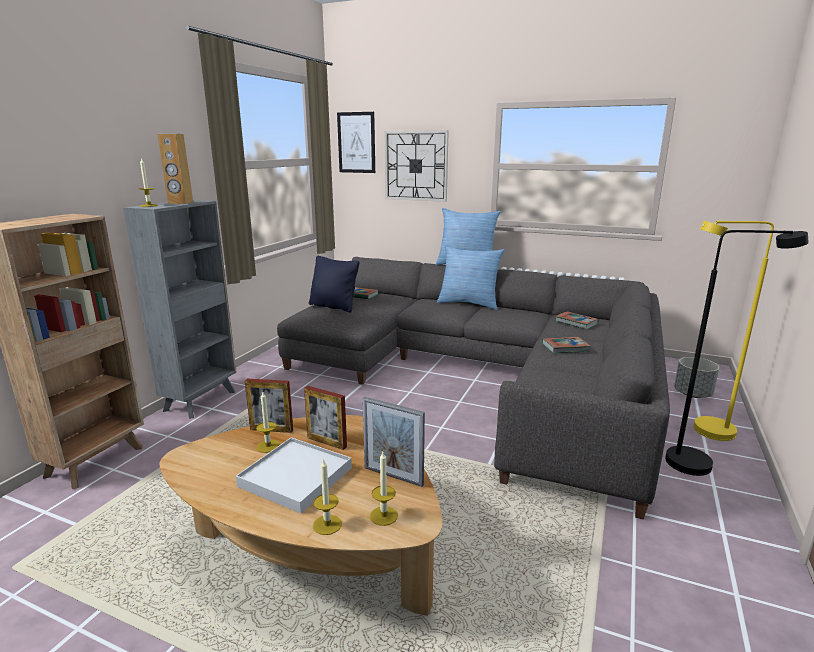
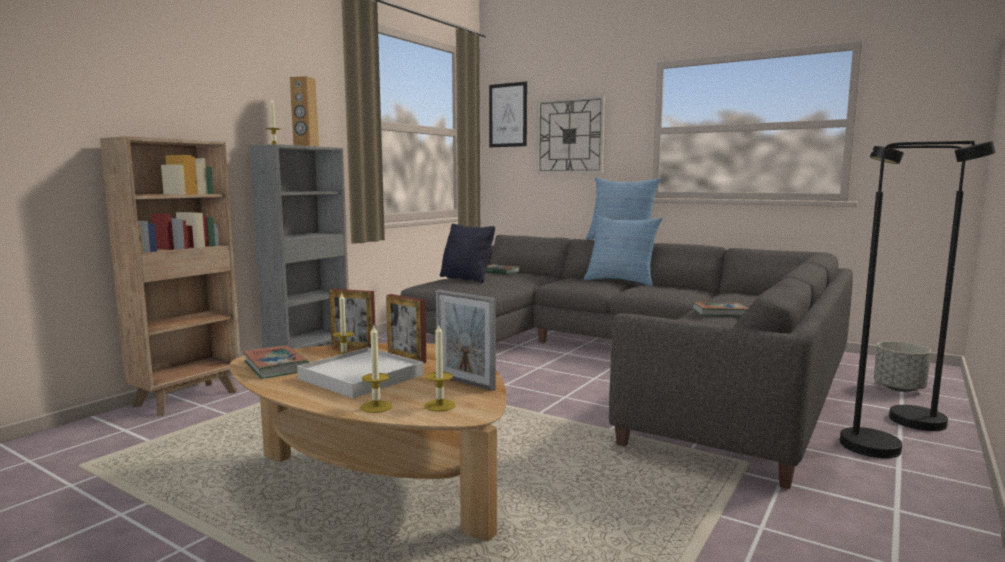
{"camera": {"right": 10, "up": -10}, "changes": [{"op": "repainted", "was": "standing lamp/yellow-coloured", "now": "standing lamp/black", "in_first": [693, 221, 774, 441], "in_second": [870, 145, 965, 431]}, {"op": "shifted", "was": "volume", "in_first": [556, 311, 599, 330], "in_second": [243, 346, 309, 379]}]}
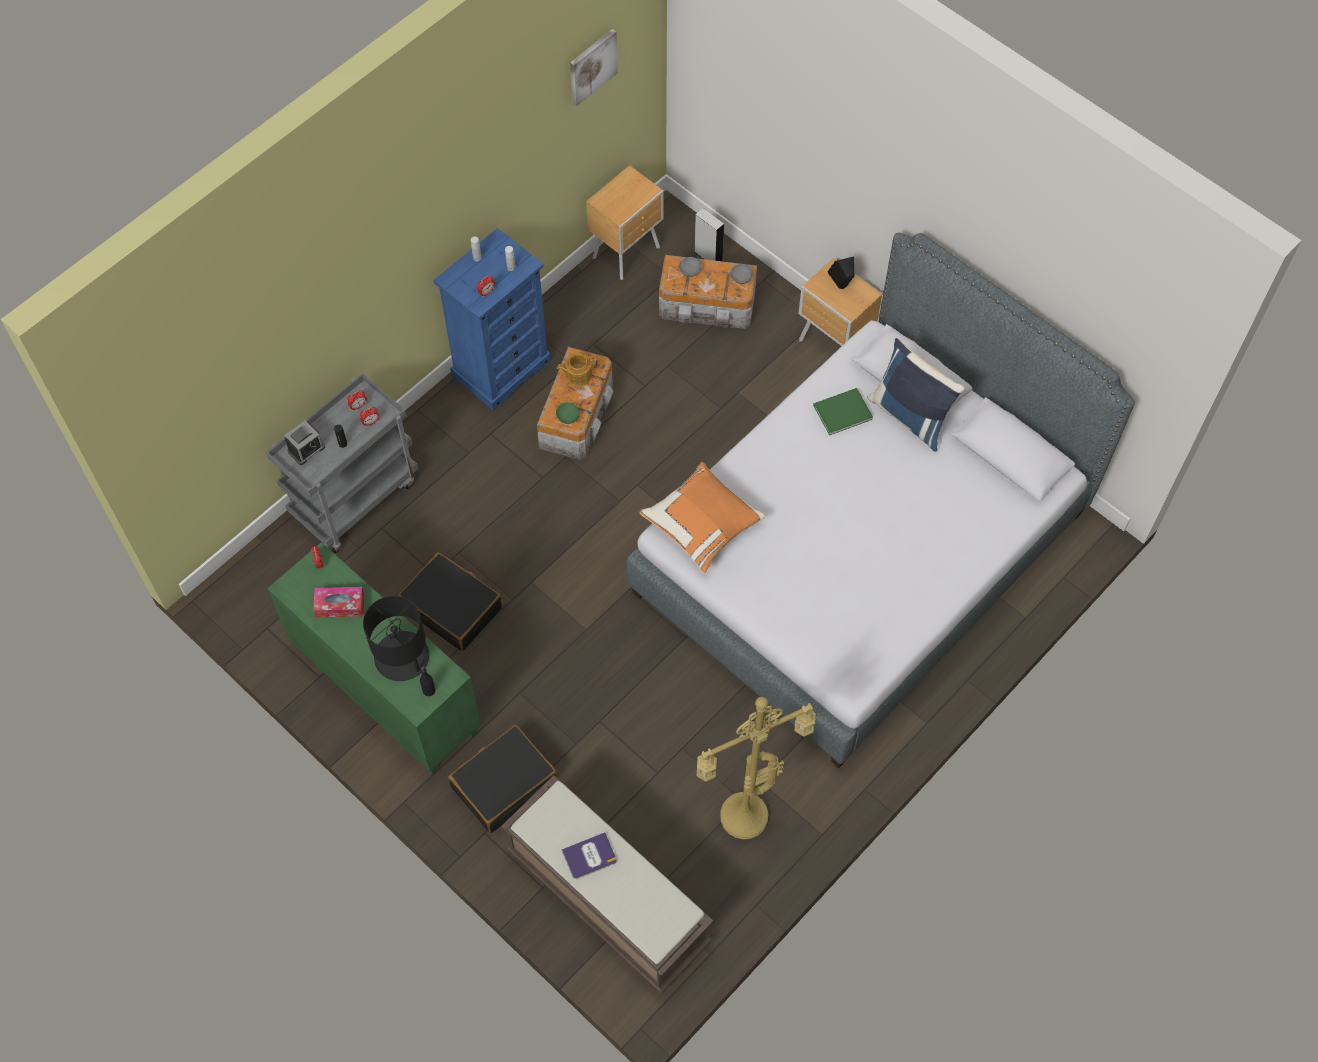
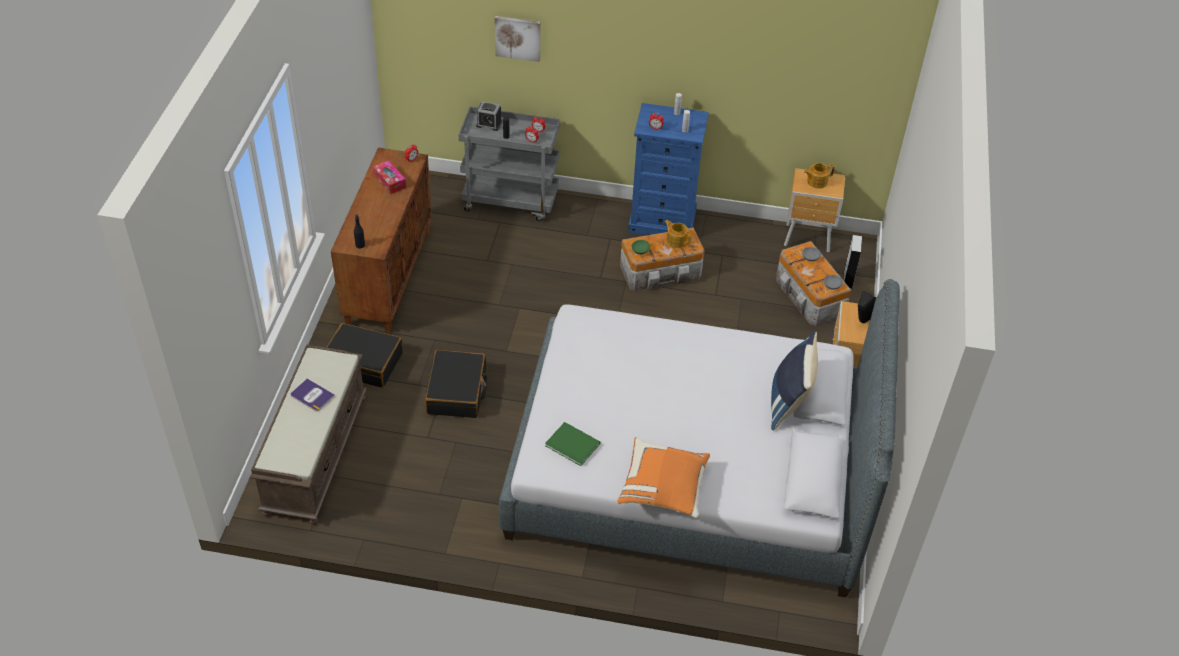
{"camera": {"right": 55, "up": -15}, "changes": [{"op": "shifted", "was": "picture", "in_first": [570, 29, 618, 106], "in_second": [495, 16, 540, 62]}, {"op": "shifted", "was": "volume/green-coloured", "in_first": [813, 388, 873, 435], "in_second": [545, 422, 600, 466]}, {"op": "shifted", "was": "pillow/orange-coloured", "in_first": [639, 462, 765, 573], "in_second": [617, 437, 710, 518]}, {"op": "repainted", "was": "storage cabinet/green-coloured", "now": "storage cabinet/brown", "in_first": [267, 542, 481, 775], "in_second": [331, 148, 432, 333]}, {"op": "shifted", "was": "piece of luggage/black", "in_first": [398, 552, 502, 651], "in_second": [425, 350, 487, 418]}, {"op": "gone", "was": "table lamp/black", "in_first": [363, 596, 429, 681]}, {"op": "gone", "was": "standing lamp/yellow-coloured", "in_first": [697, 697, 816, 840]}, {"op": "new", "now": "pot for tea", "in_second": [804, 163, 835, 189]}]}
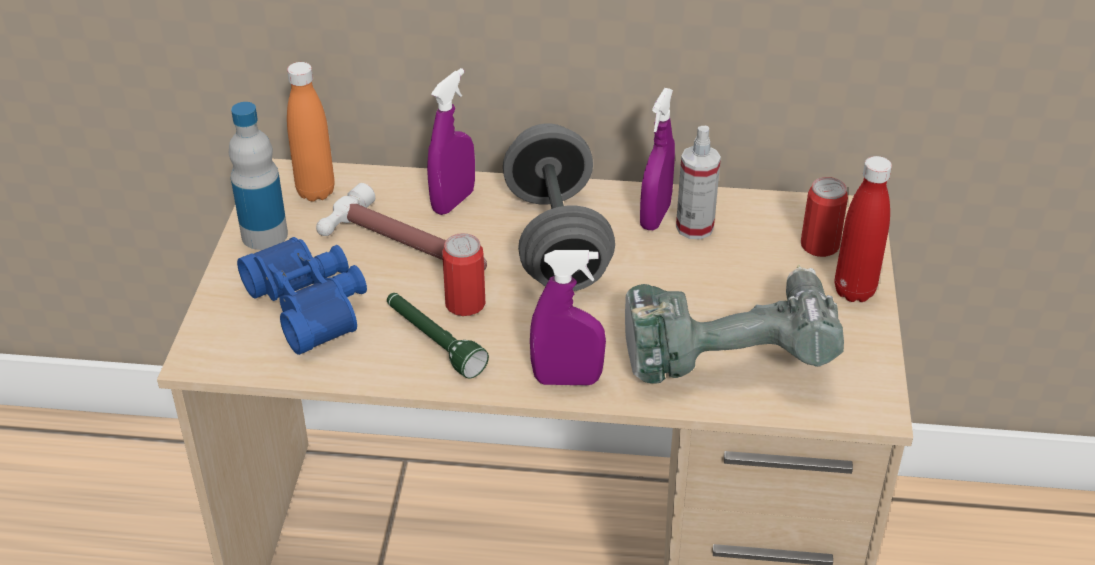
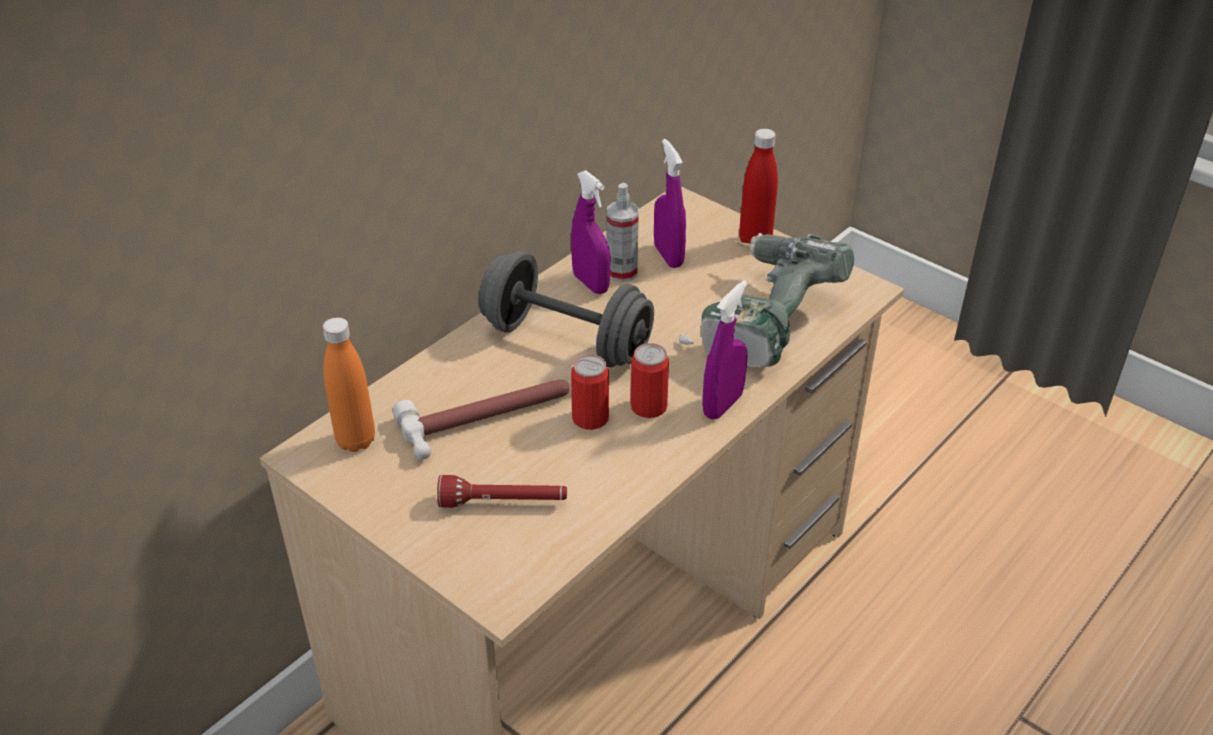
{"camera": {"right": -55, "up": 0}, "changes": [{"op": "shifted", "was": "spray bottle/purple-coloured", "in_first": [427, 68, 475, 215], "in_second": [654, 139, 686, 268]}, {"op": "gone", "was": "bottle", "in_first": [229, 102, 288, 250]}, {"op": "shifted", "was": "sealed can", "in_first": [801, 177, 848, 257], "in_second": [631, 343, 669, 418]}, {"op": "swapped", "was": "field glasses/blue-coloured", "now": "torch/reddish", "in_first": [237, 237, 367, 355], "in_second": [437, 475, 567, 508]}, {"op": "gone", "was": "torch/green-coloured", "in_first": [387, 293, 489, 379]}]}
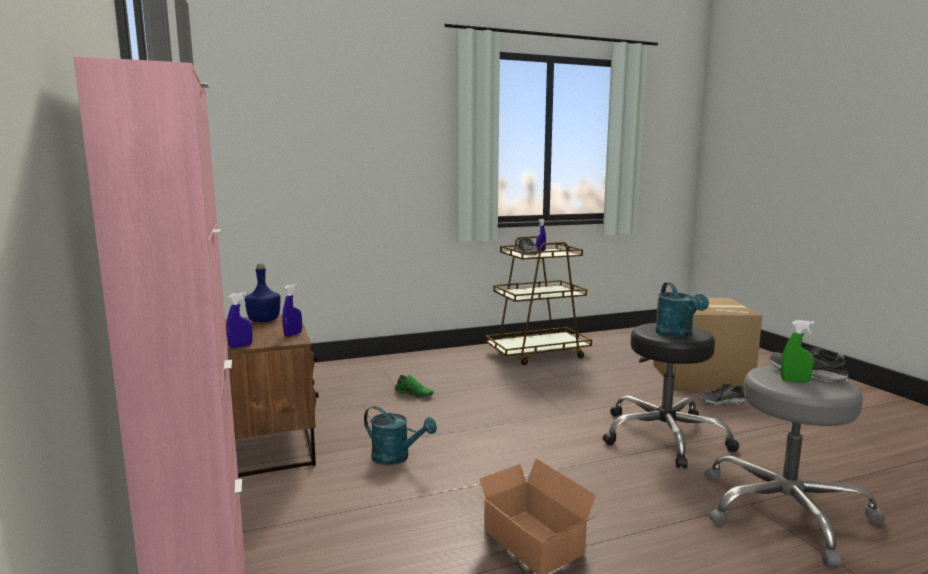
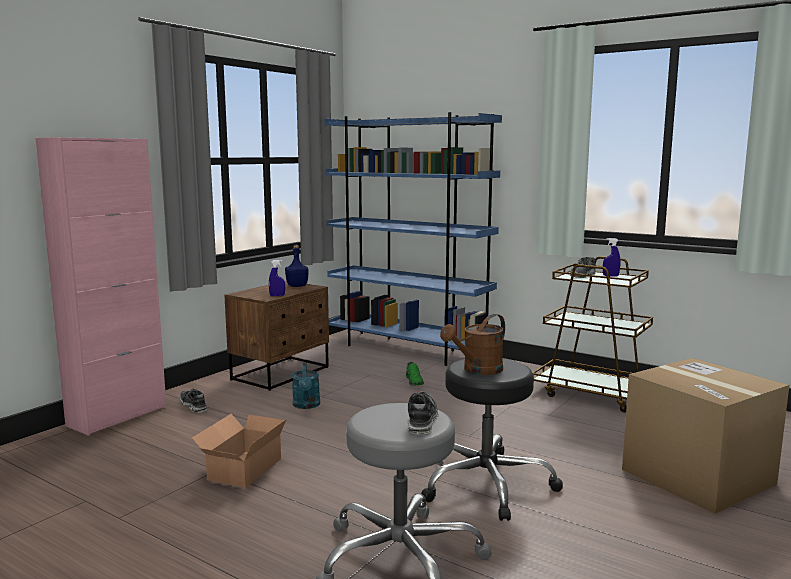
{"camera": {"right": 55, "up": 0}, "changes": [{"op": "repainted", "was": "watering pot/blue-green", "now": "watering pot/brown", "in_first": [656, 282, 709, 338], "in_second": [440, 314, 505, 375]}, {"op": "gone", "was": "spray bottle/blue-coloured", "in_first": [226, 292, 252, 348]}, {"op": "gone", "was": "spray bottle/green-coloured", "in_first": [781, 320, 814, 383]}, {"op": "shifted", "was": "item of footwear", "in_first": [700, 384, 746, 406], "in_second": [180, 389, 208, 413]}, {"op": "new", "now": "bookcase/blue-coloured", "in_second": [324, 112, 502, 366]}]}
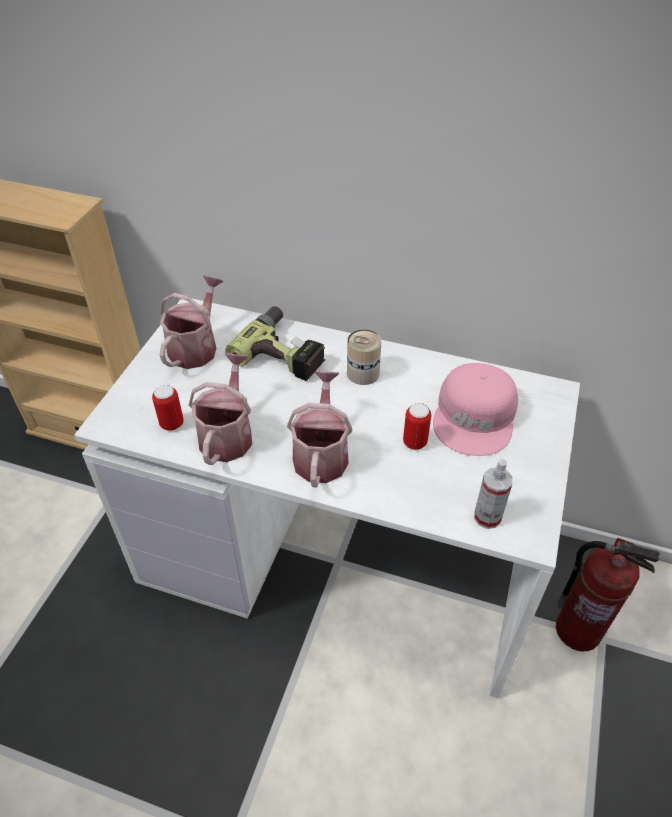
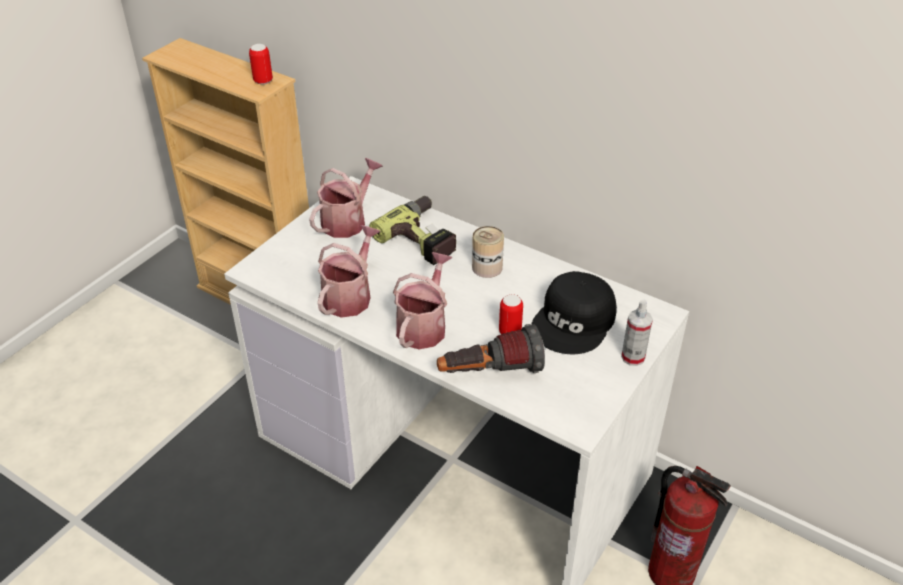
{"camera": {"right": 15, "up": -5}, "changes": [{"op": "repainted", "was": "peaked cap/pink", "now": "peaked cap/black", "in_first": [433, 363, 518, 456], "in_second": [531, 271, 617, 354]}, {"op": "shifted", "was": "sealed can", "in_first": [152, 385, 184, 431], "in_second": [249, 44, 273, 85]}, {"op": "shifted", "was": "spray bottle", "in_first": [474, 459, 513, 529], "in_second": [621, 300, 653, 366]}, {"op": "new", "now": "torch", "in_second": [437, 324, 545, 373]}]}
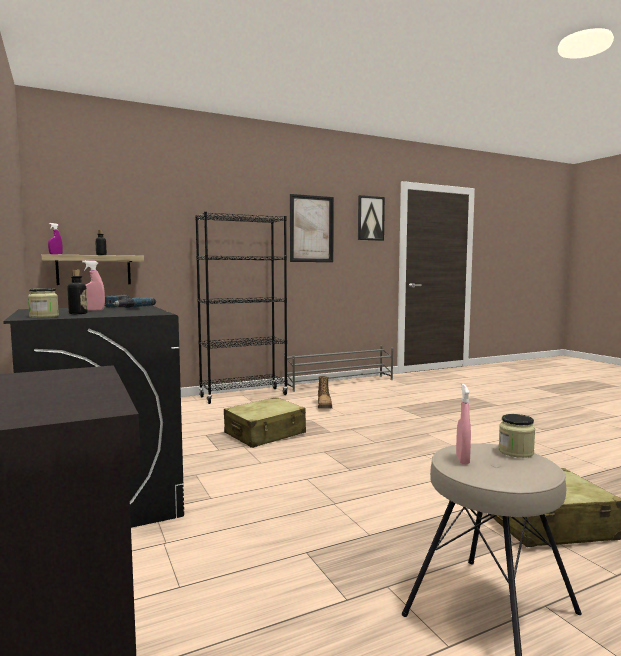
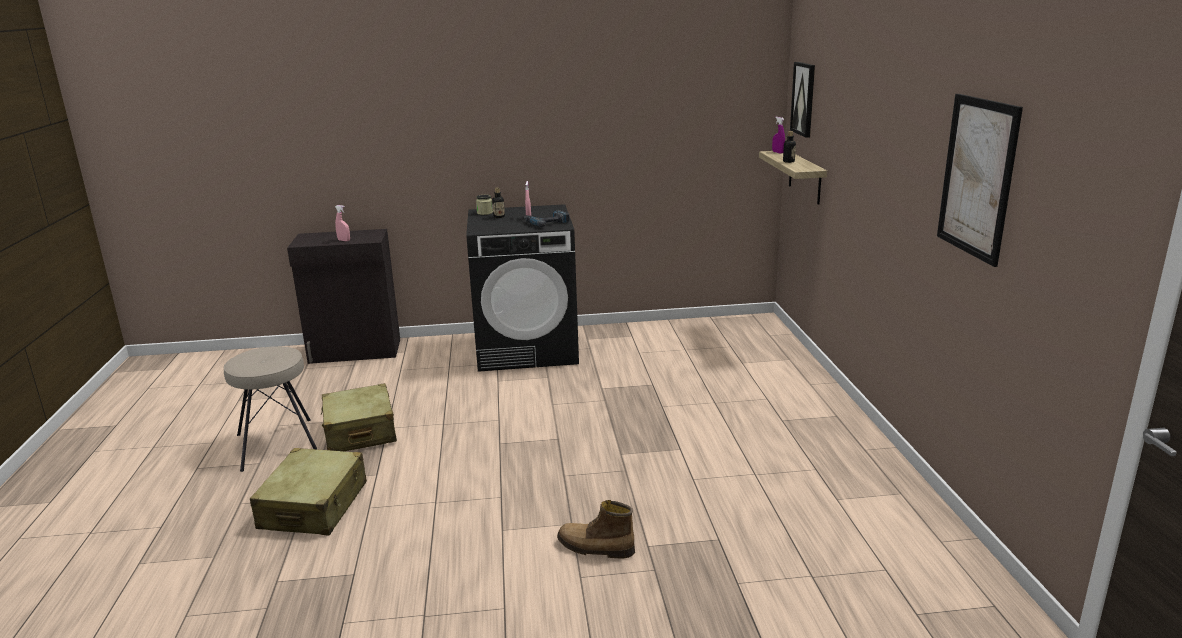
{"camera": {"right": 110, "up": 15}, "changes": [{"op": "shifted", "was": "picture", "in_first": [358, 195, 385, 241], "in_second": [790, 62, 815, 138]}, {"op": "gone", "was": "bookcase/black", "in_first": [195, 212, 288, 404]}, {"op": "gone", "was": "shoe rack/gray", "in_first": [284, 345, 393, 392]}, {"op": "shifted", "was": "tall boot", "in_first": [318, 376, 332, 409], "in_second": [557, 500, 635, 558]}, {"op": "shifted", "was": "spray bottle/pink", "in_first": [456, 384, 471, 465], "in_second": [335, 205, 350, 241]}, {"op": "shifted", "was": "piece of luggage/sand-coloured", "in_first": [224, 397, 306, 448], "in_second": [321, 383, 397, 451]}, {"op": "gone", "was": "jar", "in_first": [498, 414, 535, 458]}]}
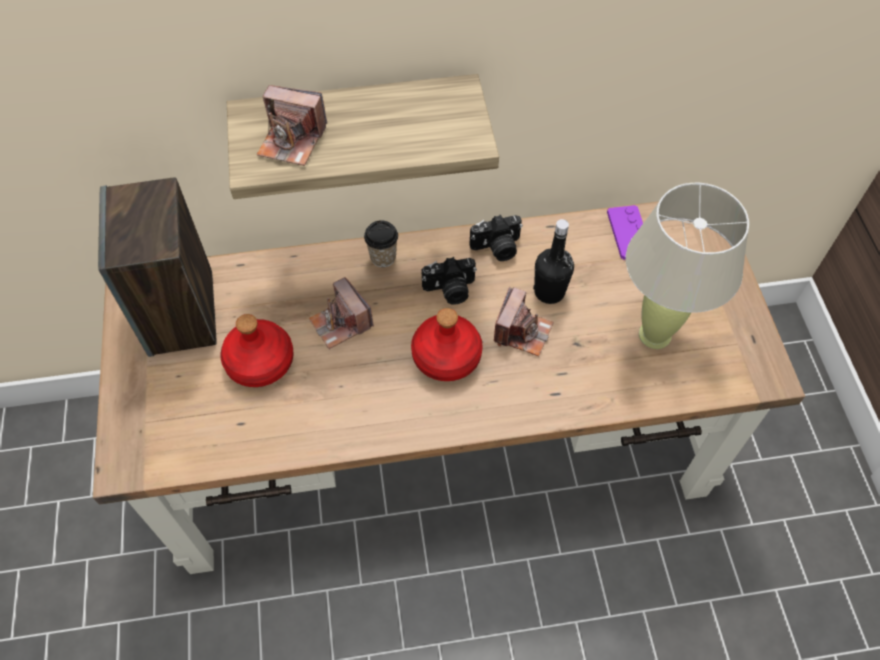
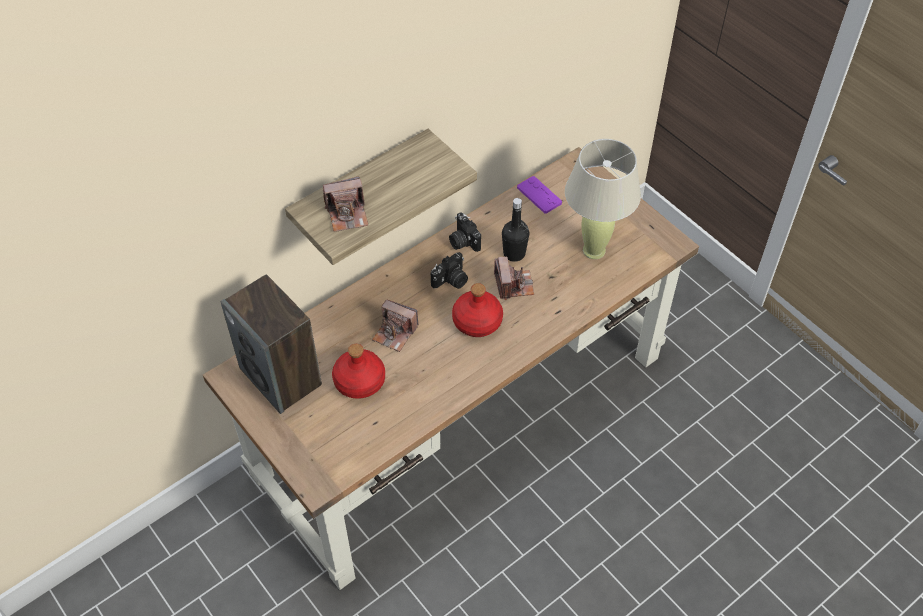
{"camera": {"right": -30, "up": -5}, "changes": [{"op": "rotated", "was": "still camera", "in_first": [470, 215, 523, 261], "in_second": [449, 212, 481, 252], "clockwise": 105}, {"op": "gone", "was": "drinking cup", "in_first": [364, 220, 398, 267]}]}
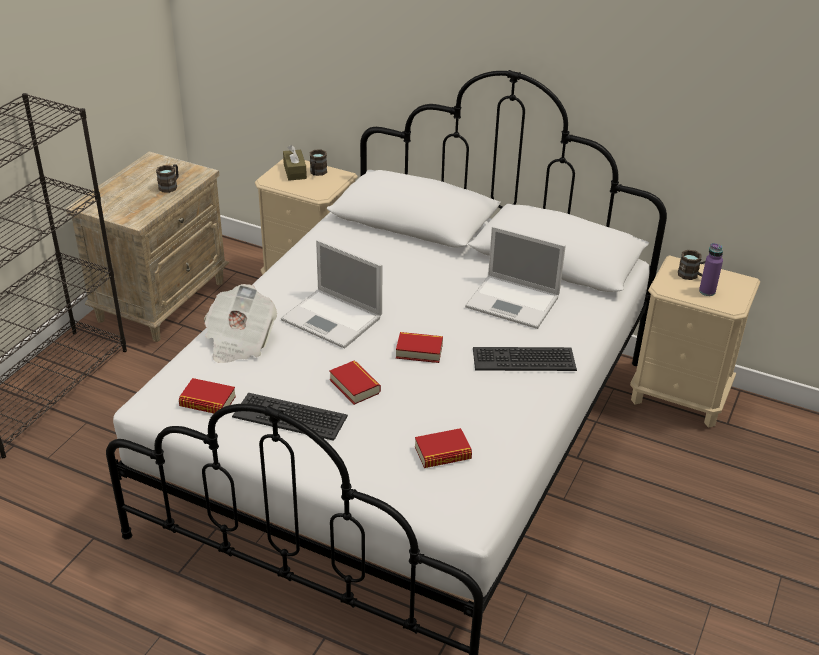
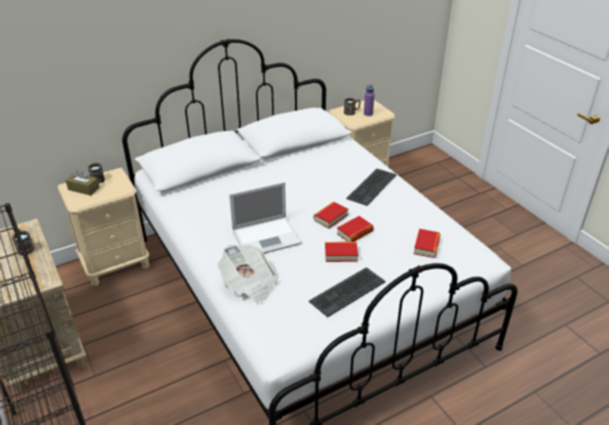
{"camera": {"right": -55, "up": 0}, "changes": [{"op": "gone", "was": "laptop", "in_first": [465, 226, 566, 329]}, {"op": "shifted", "was": "volume", "in_first": [179, 378, 236, 413], "in_second": [337, 216, 374, 242]}]}
